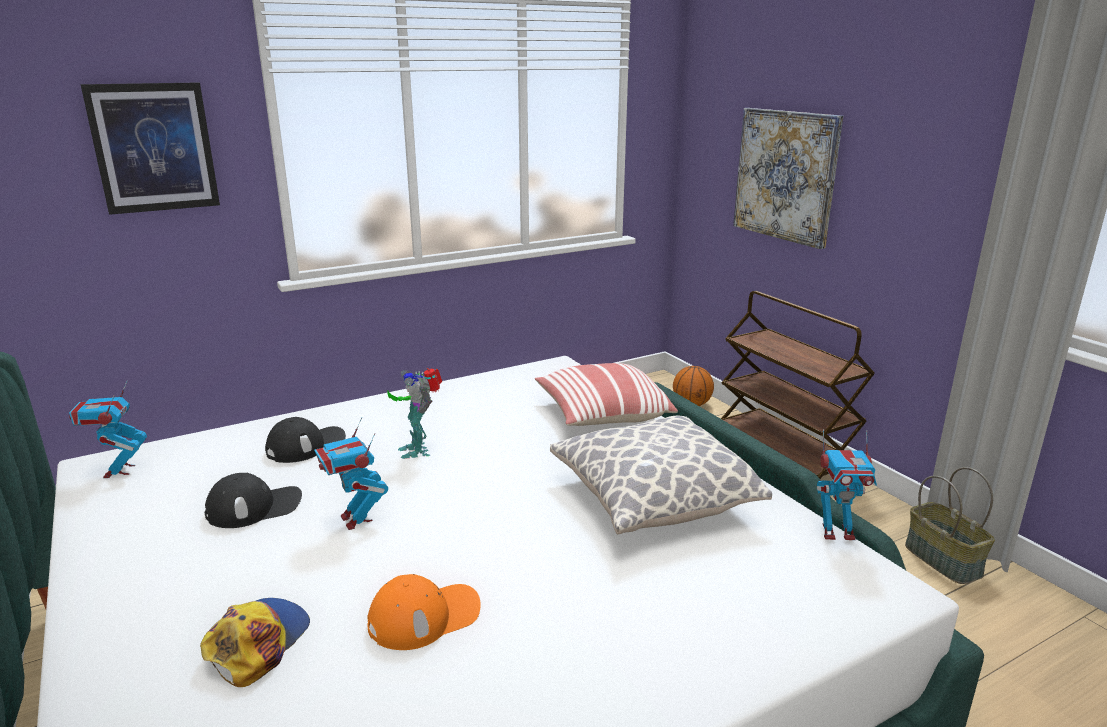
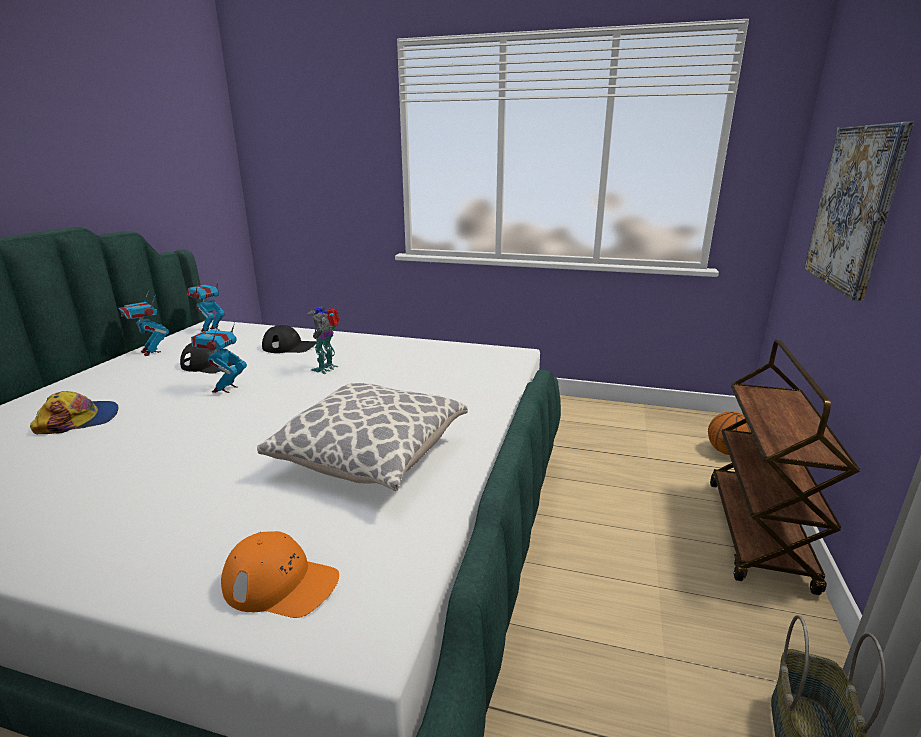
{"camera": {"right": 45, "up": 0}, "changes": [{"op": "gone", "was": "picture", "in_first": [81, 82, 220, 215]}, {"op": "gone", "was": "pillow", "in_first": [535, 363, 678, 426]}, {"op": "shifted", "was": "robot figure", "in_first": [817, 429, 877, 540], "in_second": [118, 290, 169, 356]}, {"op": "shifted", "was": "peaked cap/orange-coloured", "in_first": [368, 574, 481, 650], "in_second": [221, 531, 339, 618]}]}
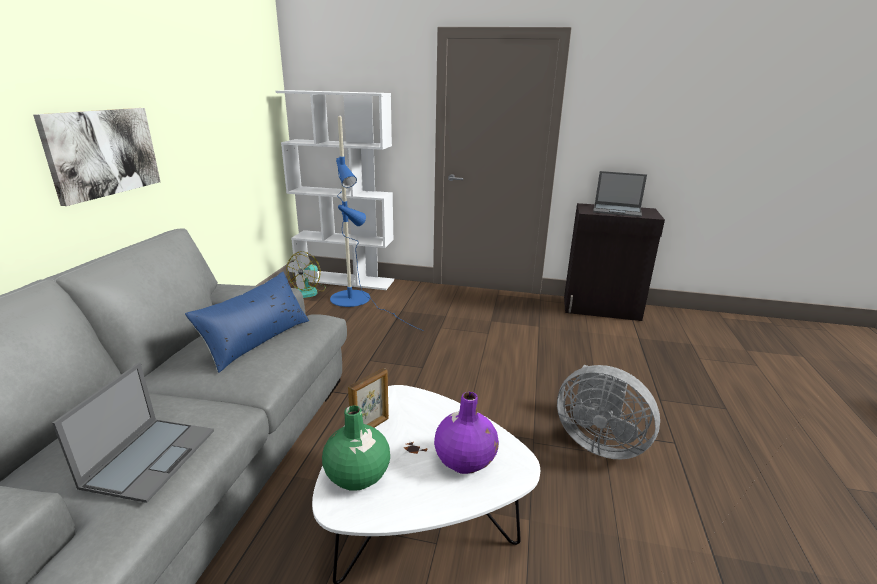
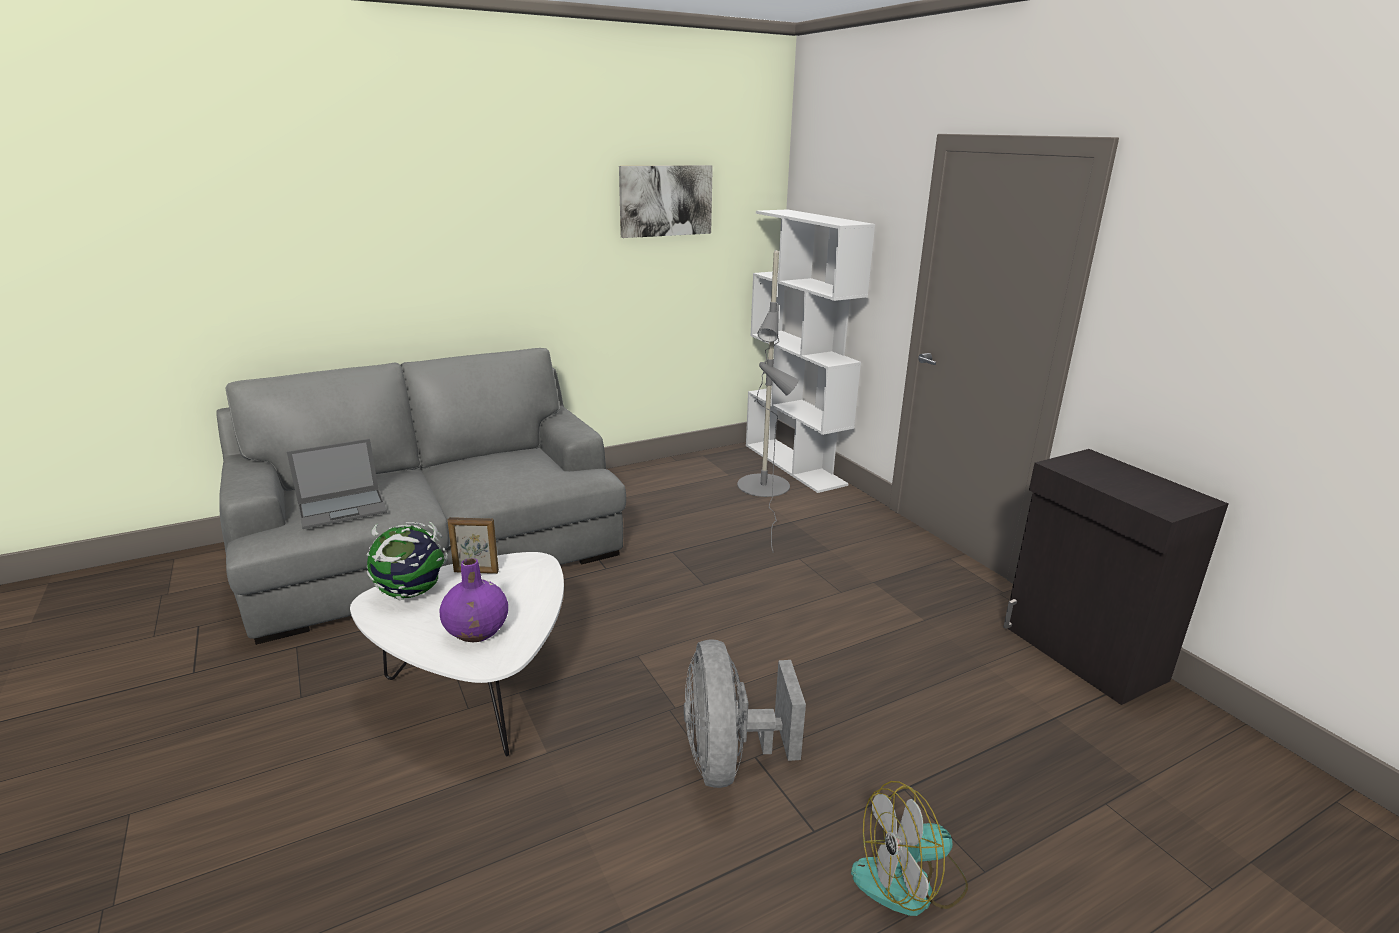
{"camera": {"right": 50, "up": 0}, "changes": [{"op": "shifted", "was": "picture", "in_first": [33, 108, 160, 206], "in_second": [619, 165, 713, 238]}, {"op": "repainted", "was": "standing lamp/blue-coloured", "now": "standing lamp/gray", "in_first": [330, 115, 424, 331], "in_second": [737, 250, 798, 553]}, {"op": "gone", "was": "laptop", "in_first": [593, 171, 647, 217]}, {"op": "shifted", "was": "electric fan", "in_first": [286, 251, 326, 298], "in_second": [851, 781, 968, 916]}, {"op": "gone", "was": "pillow/blue-coloured", "in_first": [185, 272, 309, 373]}, {"op": "swapped", "was": "flower vase/green-coloured", "now": "world globe", "in_first": [322, 406, 390, 491], "in_second": [366, 522, 448, 600]}]}
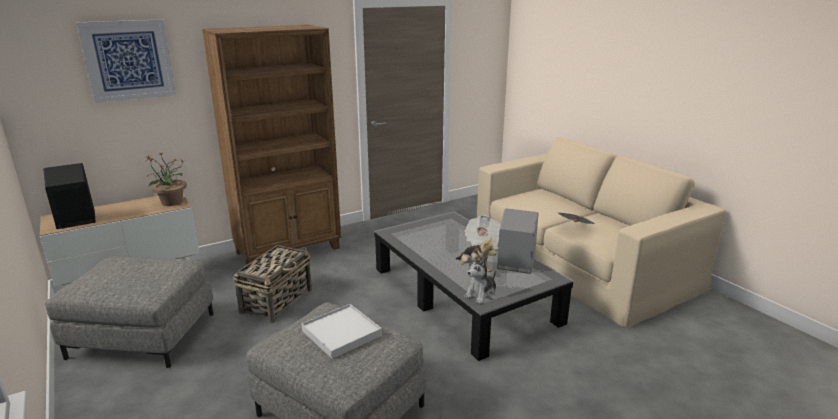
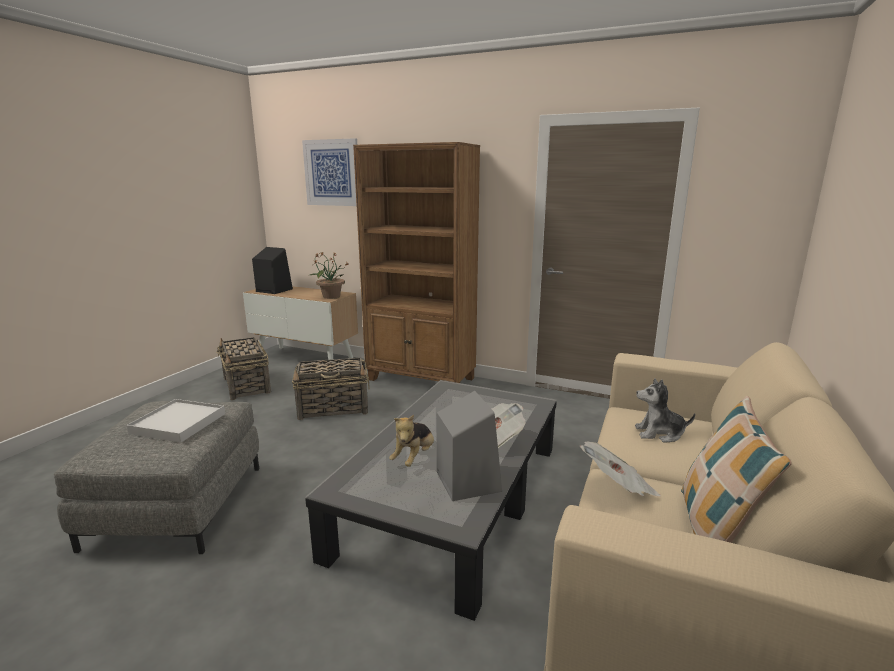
{"camera": {"right": 55, "up": -5}, "changes": [{"op": "swapped", "was": "ottoman/gray", "now": "household basket", "in_first": [45, 256, 214, 368], "in_second": [216, 337, 271, 400]}, {"op": "shifted", "was": "soft toy", "in_first": [464, 257, 496, 304], "in_second": [635, 378, 695, 443]}, {"op": "new", "now": "pillow", "in_second": [681, 396, 792, 543]}]}
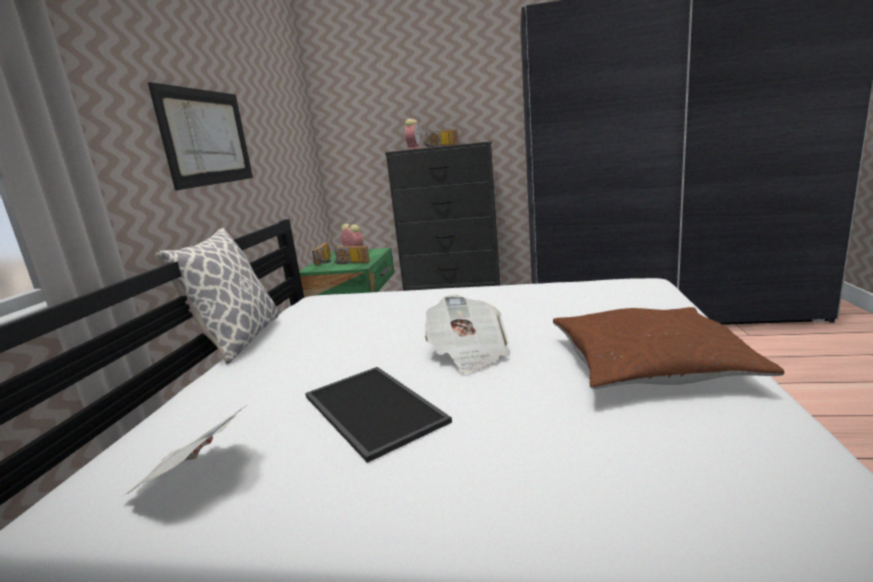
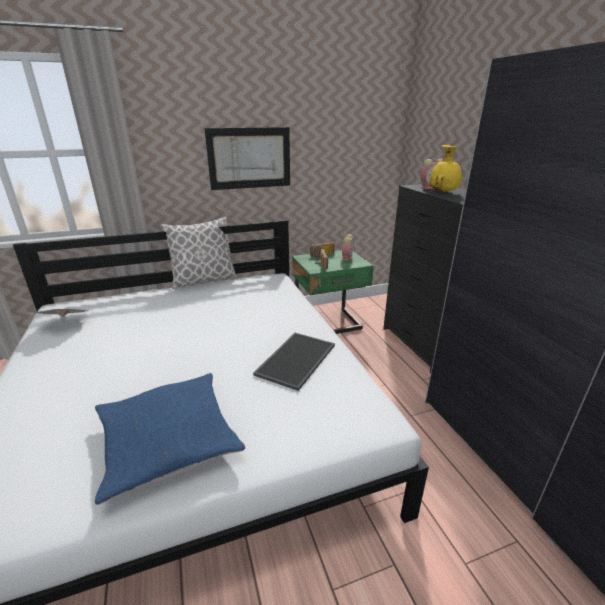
{"camera": {"right": 60, "up": 10}, "changes": [{"op": "swapped", "was": "radio set", "now": "flower vase/yellow-coloured", "in_first": [424, 129, 458, 147], "in_second": [429, 145, 462, 193]}, {"op": "gone", "was": "daily paper", "in_first": [424, 295, 510, 374]}, {"op": "repainted", "was": "pillow/brown", "now": "pillow/blue-coloured", "in_first": [553, 307, 784, 389], "in_second": [95, 373, 245, 505]}, {"op": "shifted", "was": "serving tray", "in_first": [305, 367, 452, 463], "in_second": [253, 333, 335, 391]}]}
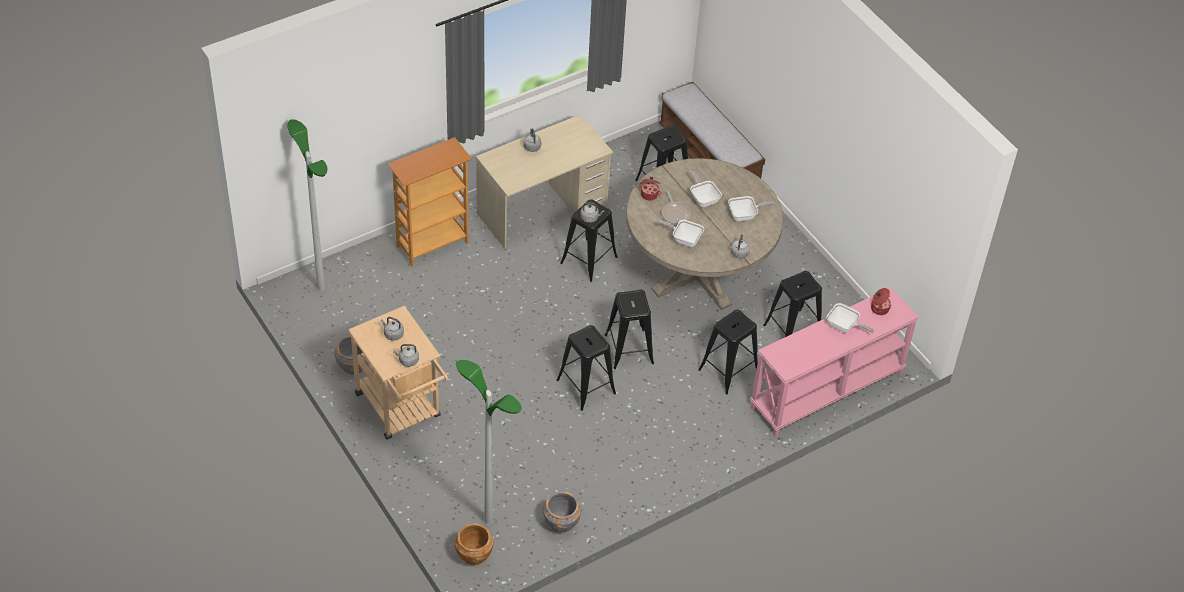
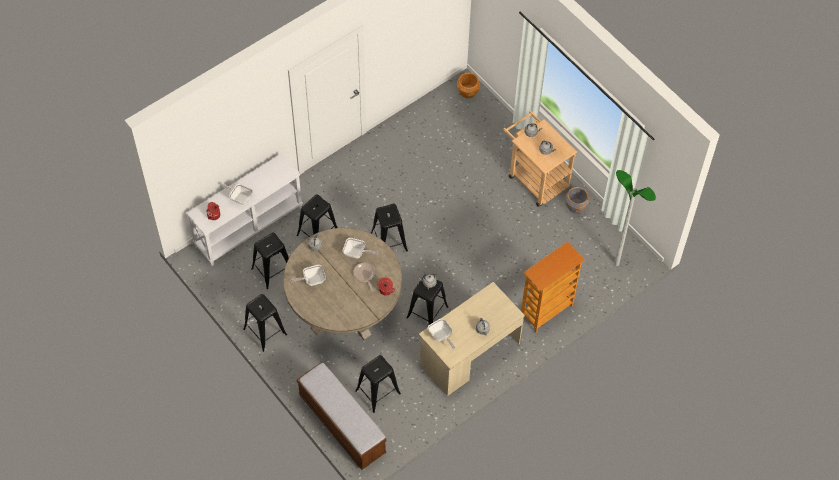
{"camera": {"right": 175, "up": 10}, "changes": [{"op": "shifted", "was": "skillet", "in_first": [689, 171, 722, 207], "in_second": [428, 318, 455, 349]}, {"op": "repainted", "was": "console table/pink", "now": "console table/white", "in_first": [750, 287, 919, 437], "in_second": [187, 154, 303, 266]}, {"op": "shifted", "was": "stool seat/black", "in_first": [557, 325, 616, 411], "in_second": [243, 294, 287, 352]}, {"op": "gone", "was": "standing lamp", "in_first": [456, 360, 522, 524]}, {"op": "gone", "was": "planter/gray", "in_first": [543, 491, 581, 533]}]}
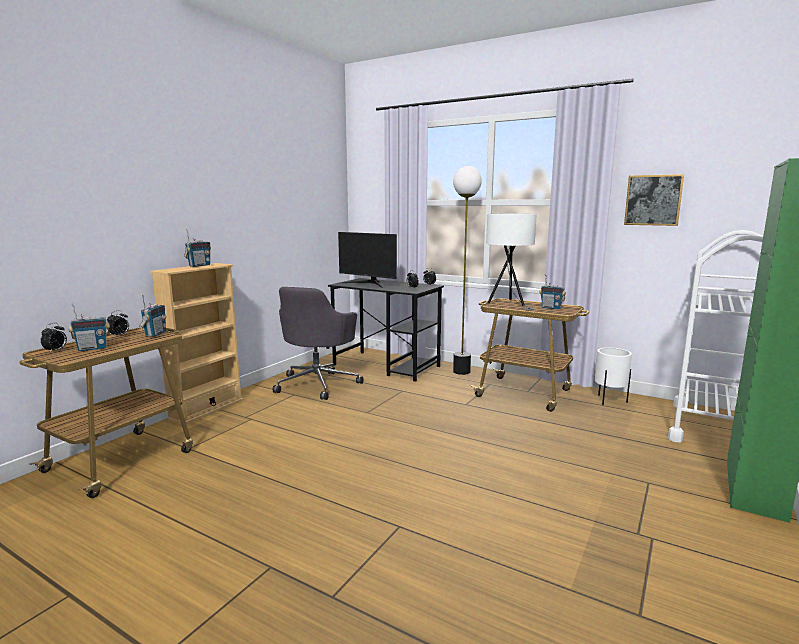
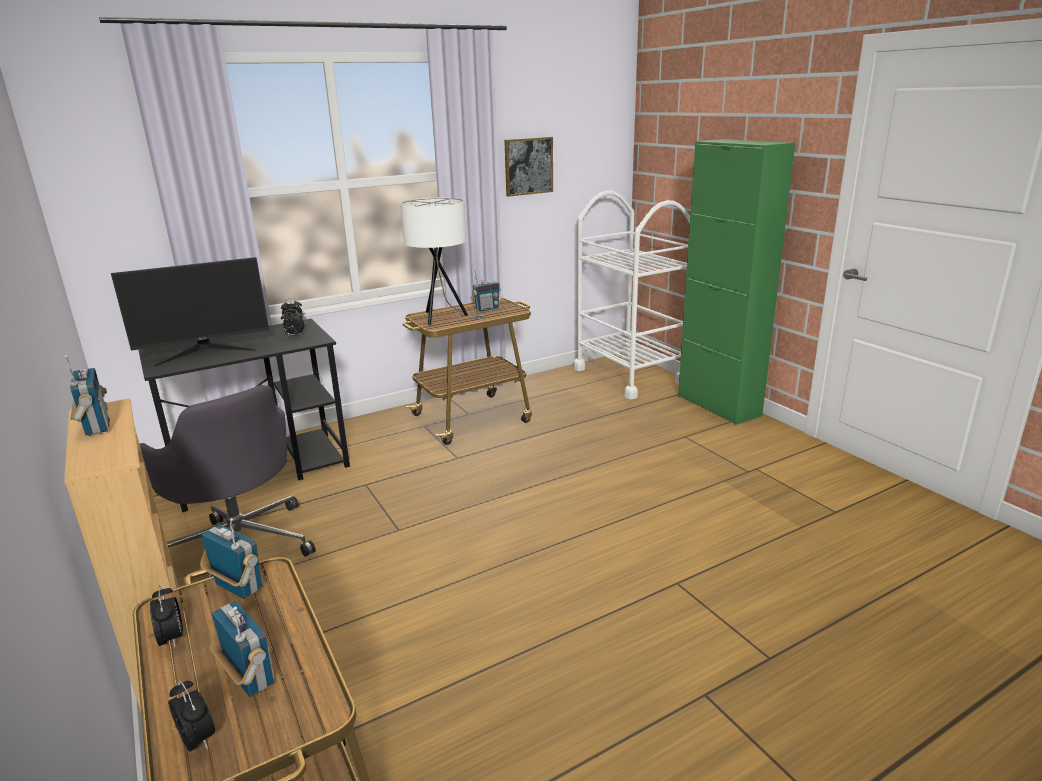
{"camera": {"right": -60, "up": 10}, "changes": [{"op": "gone", "was": "standing lamp", "in_first": [453, 166, 482, 375]}, {"op": "rotated", "was": "radio set", "in_first": [68, 304, 110, 351], "in_second": [210, 601, 274, 697], "clockwise": -45}, {"op": "gone", "was": "planter/white", "in_first": [595, 347, 632, 405]}]}
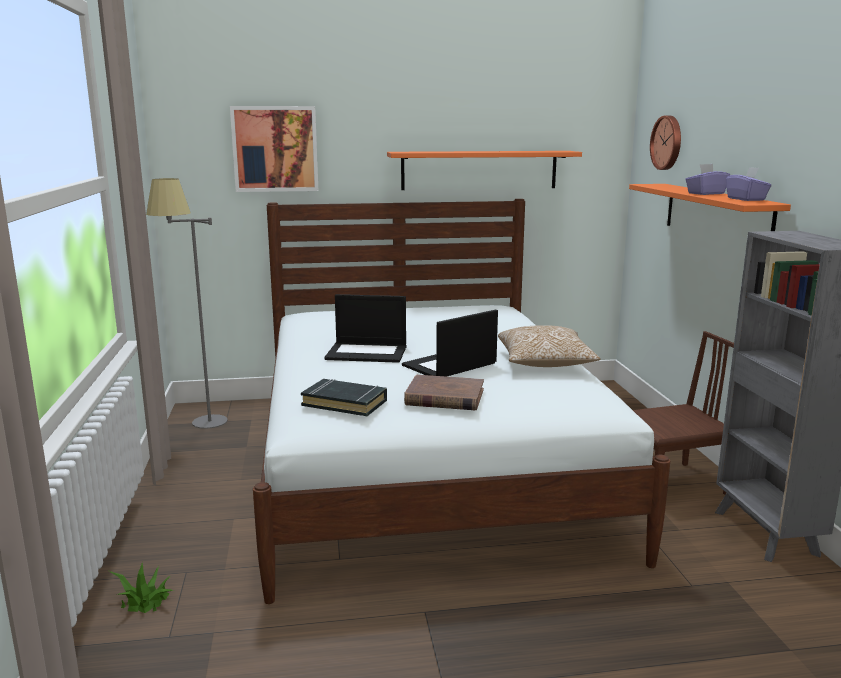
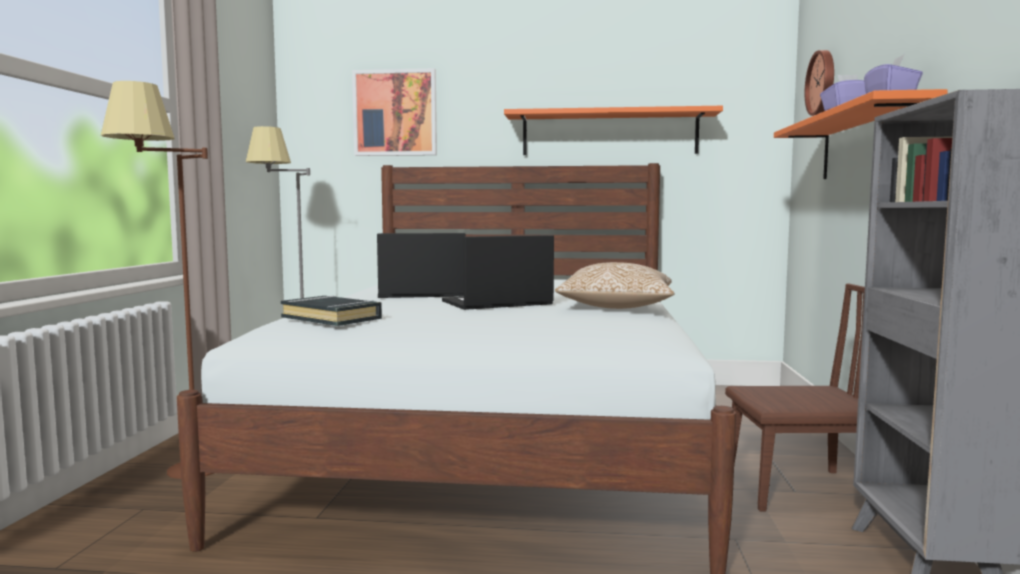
{"camera": {"right": 15, "up": -10}, "changes": [{"op": "rotated", "was": "laptop", "in_first": [324, 294, 406, 363], "in_second": [377, 233, 466, 298], "clockwise": 150}, {"op": "gone", "was": "volume/brown", "in_first": [404, 375, 484, 410]}, {"op": "gone", "was": "plant in a pot", "in_first": [109, 563, 174, 613]}, {"op": "new", "now": "standing lamp/brown", "in_second": [101, 81, 214, 479]}]}
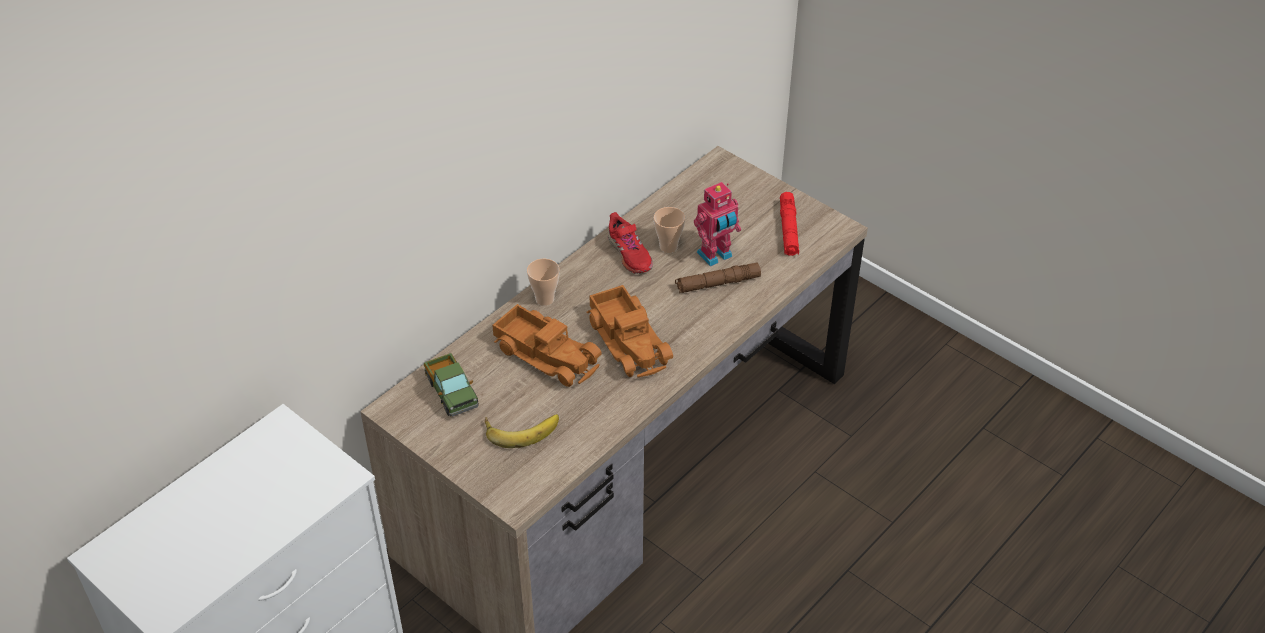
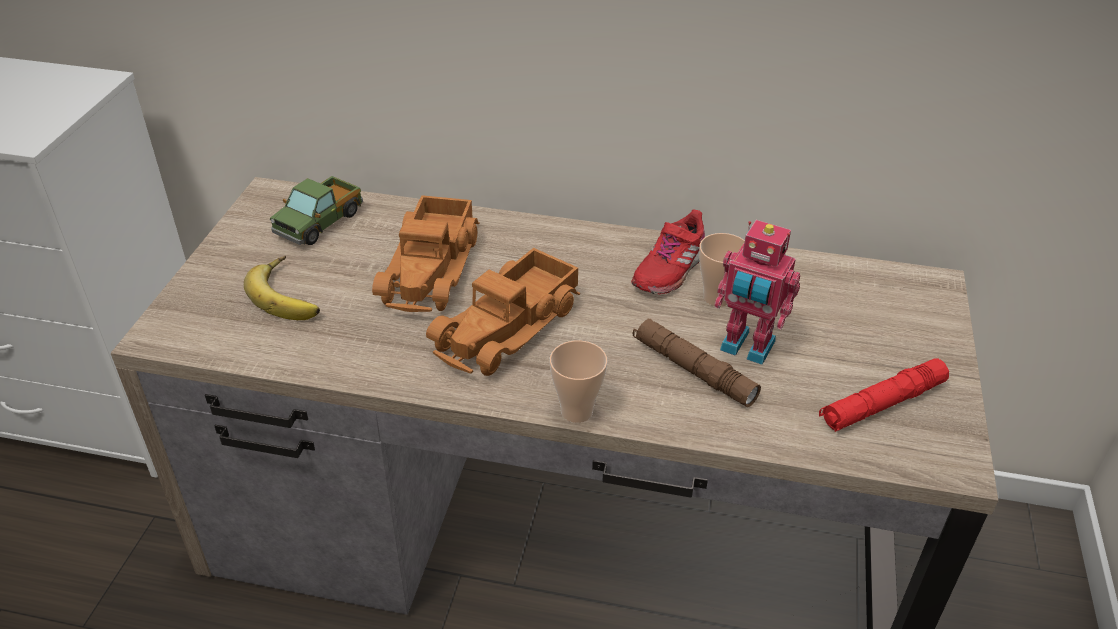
{"camera": {"right": 60, "up": -5}, "changes": [{"op": "shifted", "was": "drinking cup", "in_first": [527, 259, 560, 306], "in_second": [550, 340, 608, 423]}]}
